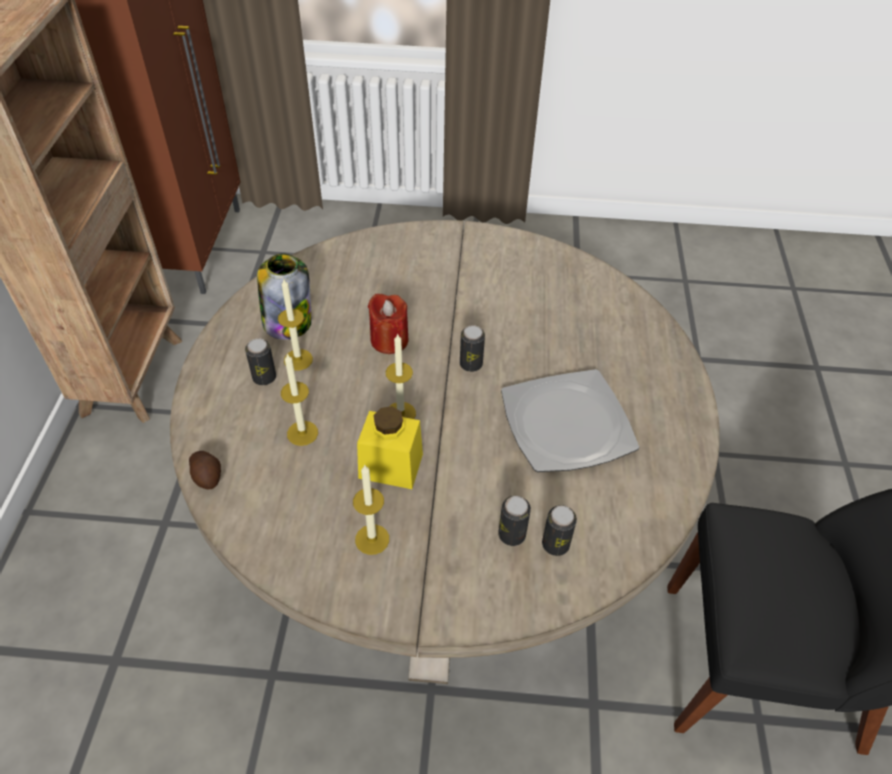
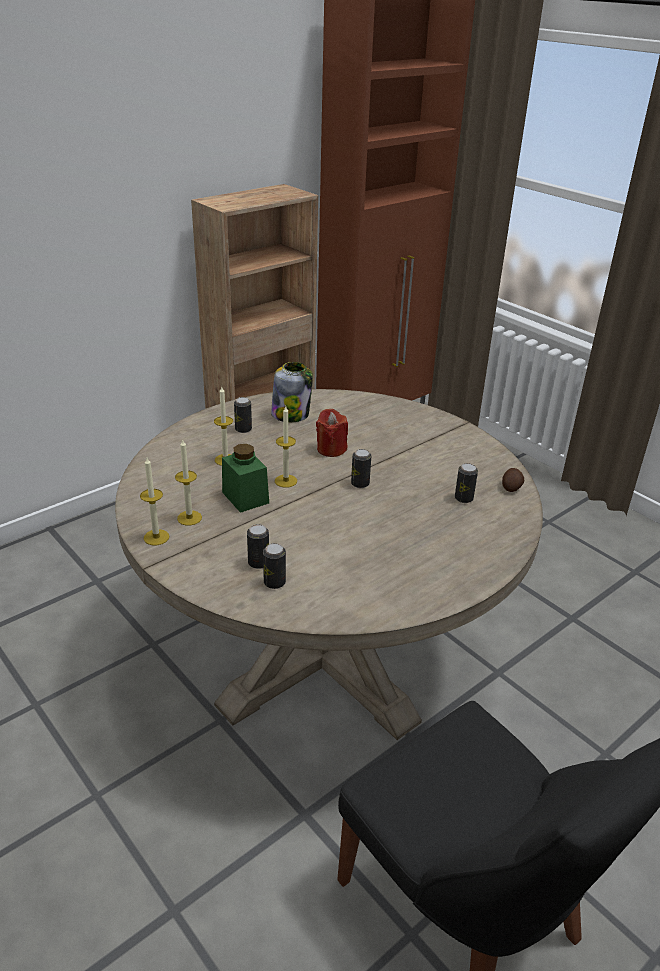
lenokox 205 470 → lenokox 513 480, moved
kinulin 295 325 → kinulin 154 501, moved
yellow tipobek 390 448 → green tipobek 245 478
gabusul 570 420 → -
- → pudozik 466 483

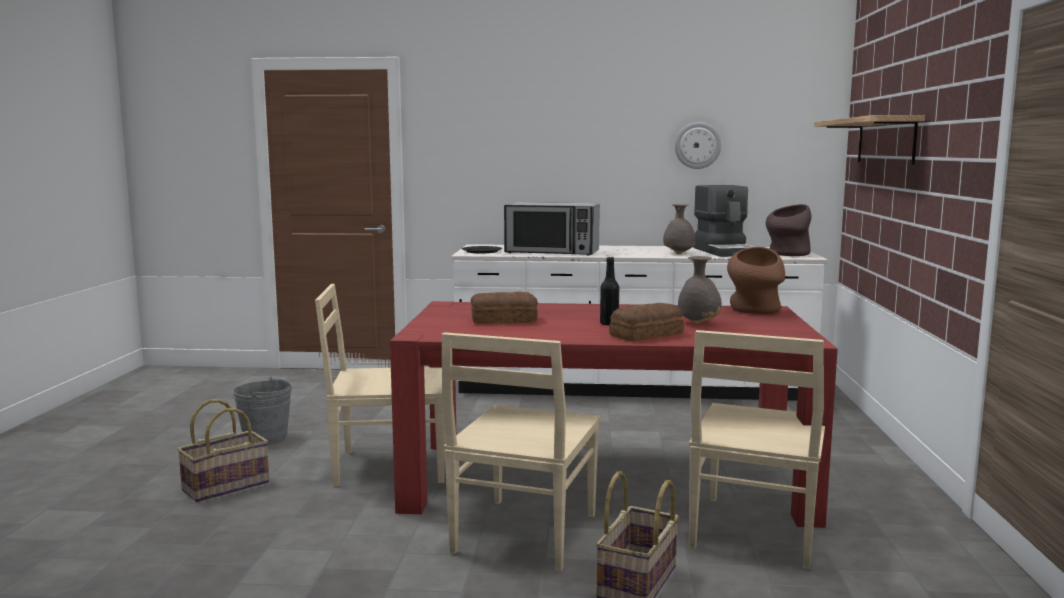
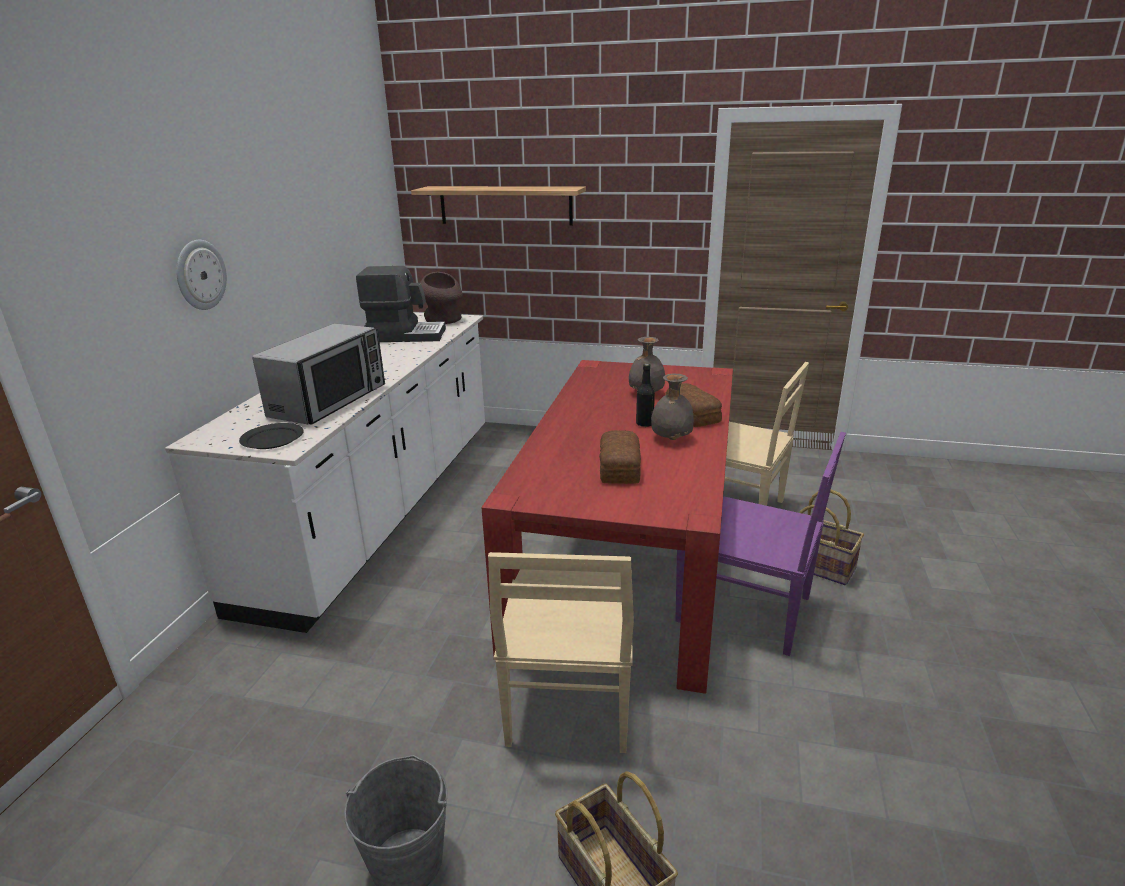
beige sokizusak 520 451 → purple sokizusak 760 544
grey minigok 679 229 → grey minigok 672 407, moved
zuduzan 698 145 → zuduzan 201 275, moved
brown minigok 756 280 → -

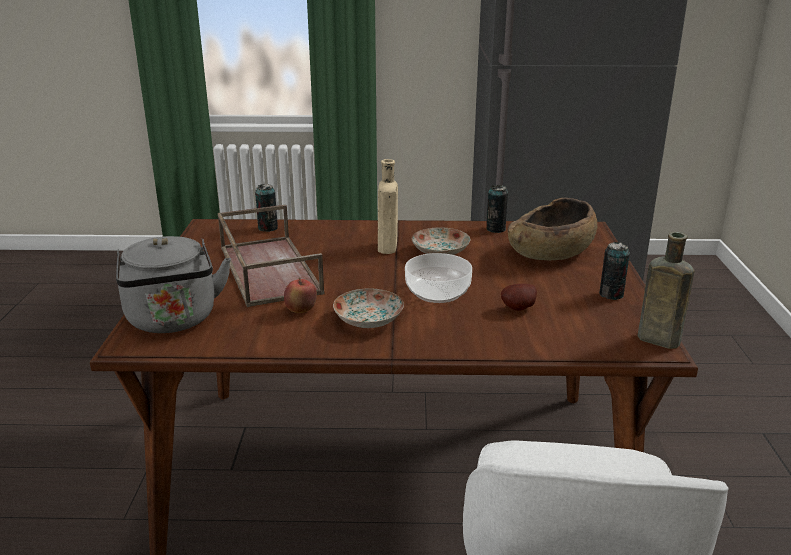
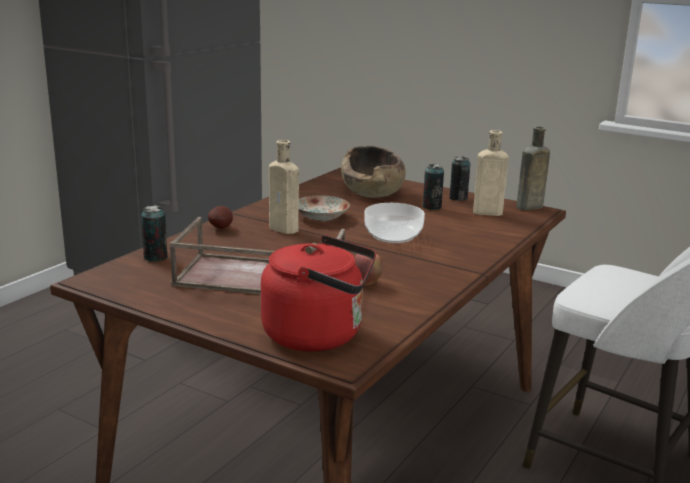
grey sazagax 173 284 → red sazagax 318 293
gabusul 368 308 → -
pudozik 497 209 → pudozik 433 187, moved
lenokox 519 297 → lenokox 220 217, moved
- → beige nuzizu 491 173

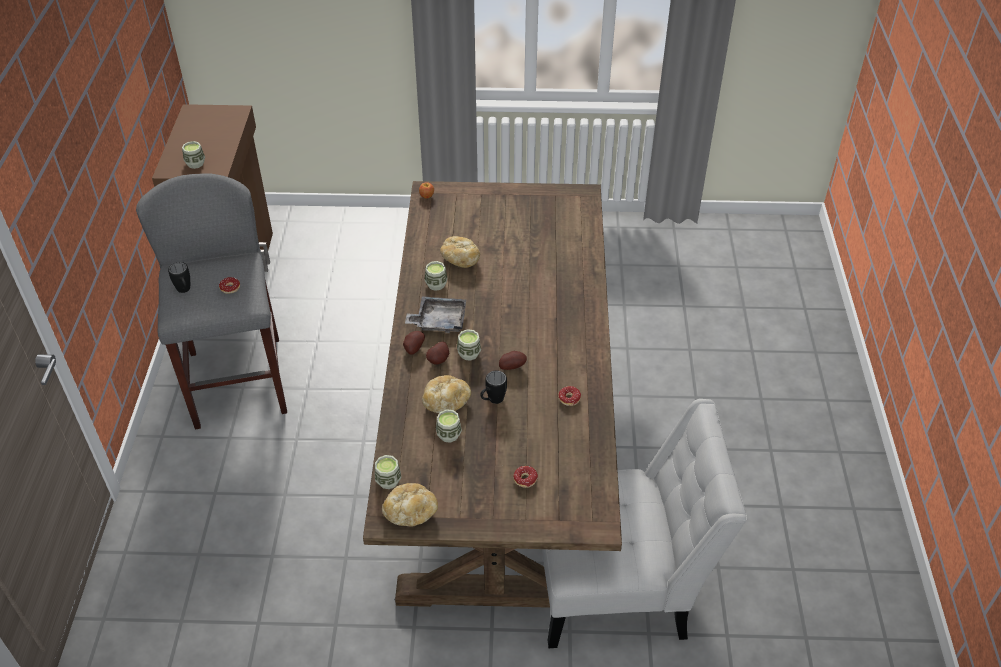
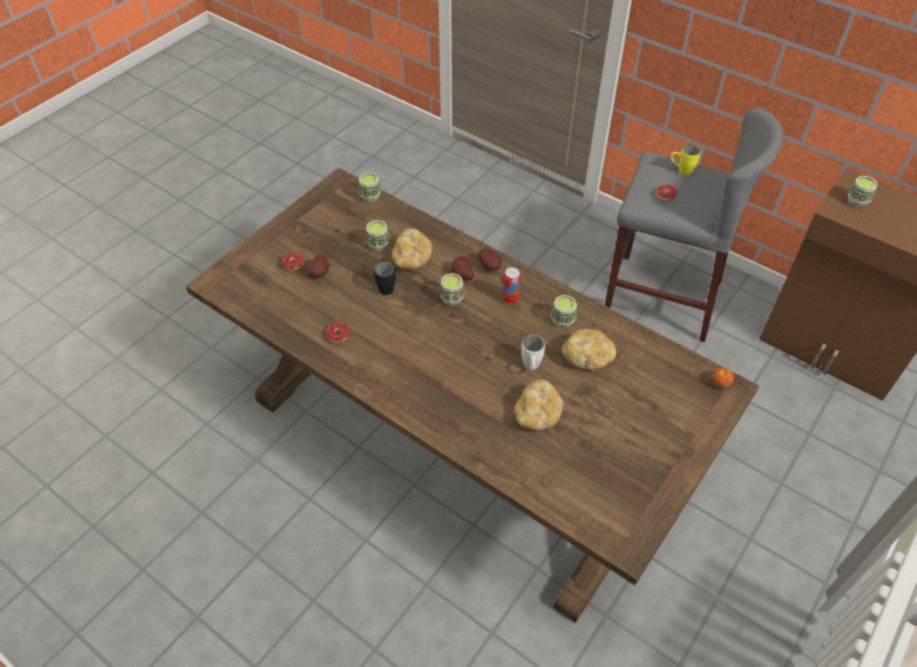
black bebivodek 179 277 → yellow bebivodek 686 160
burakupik 410 505 → burakupik 539 404, moved
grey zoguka 435 314 → pudozik 511 285
lenokox 513 360 → lenokox 317 266, moved
white sokizusak 644 523 → -
- → white bebivodek 533 353

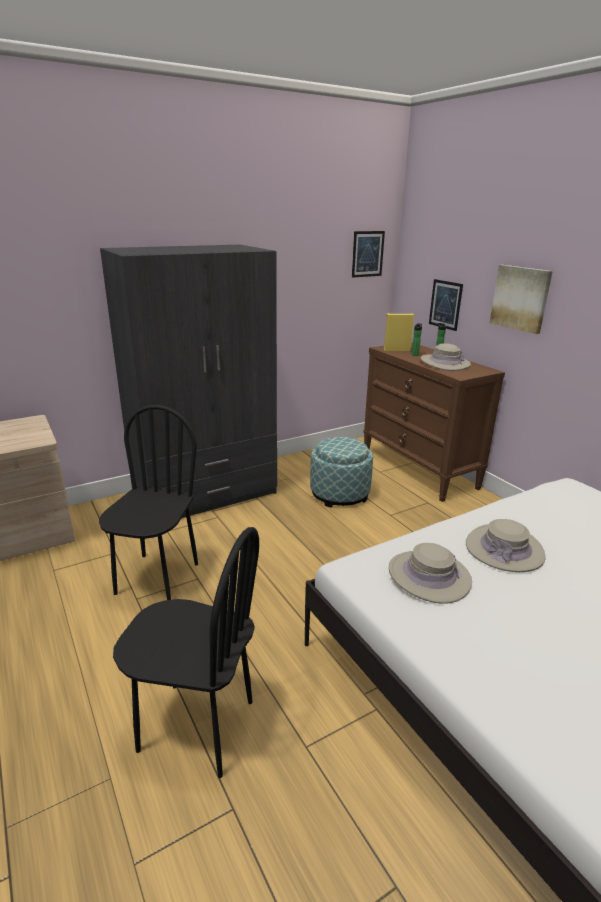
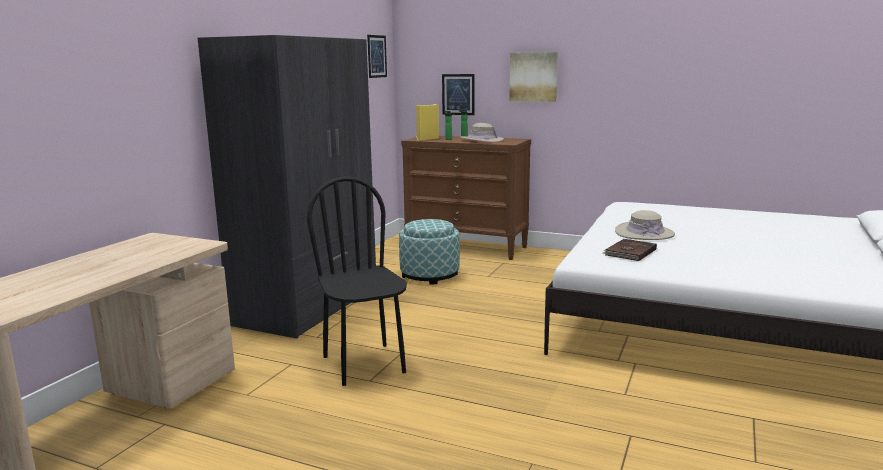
black sokizusak 186 652 → -
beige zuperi 430 573 → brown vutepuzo 630 250

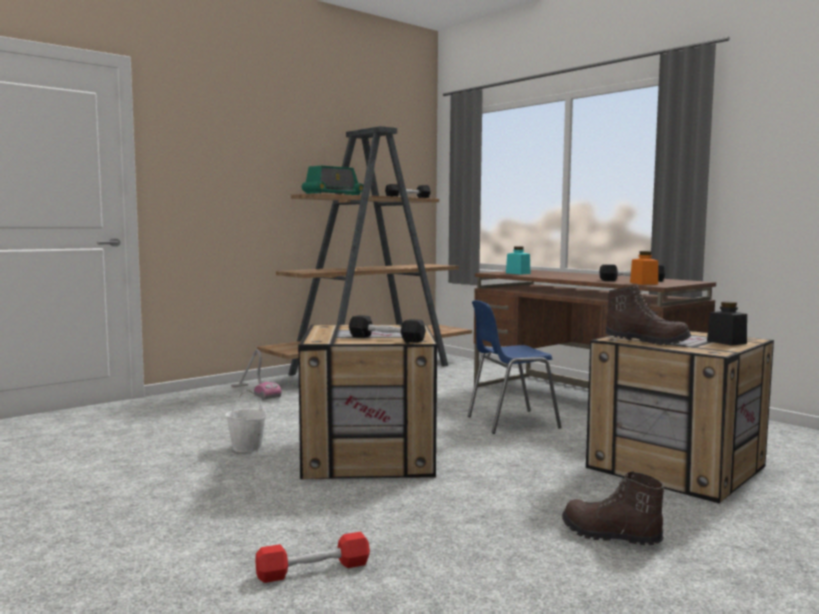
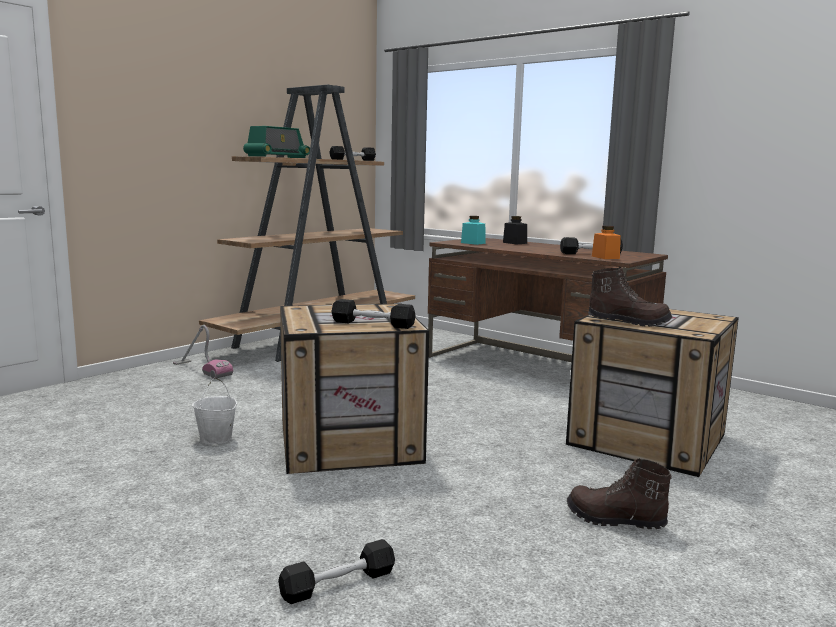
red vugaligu 312 557 → black vugaligu 336 571
blue sokizusak 514 367 → -
black tipobek 727 324 → black tipobek 515 230, moved

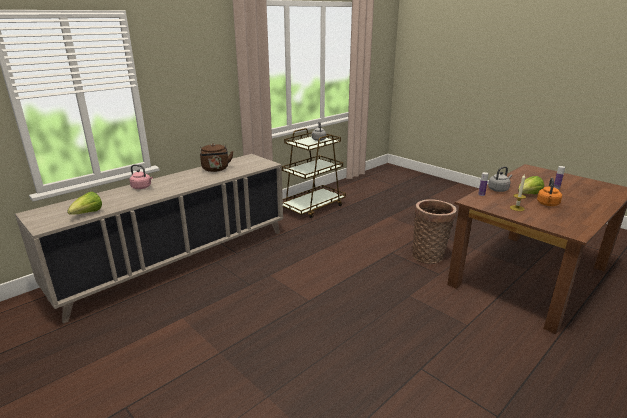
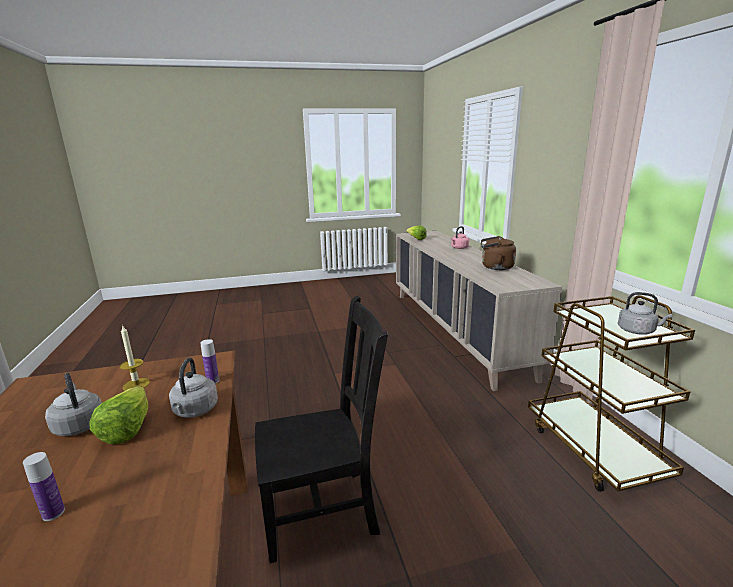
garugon 434 231 → black sokizusak 321 429
orange sazagax 549 192 → grey sazagax 73 404

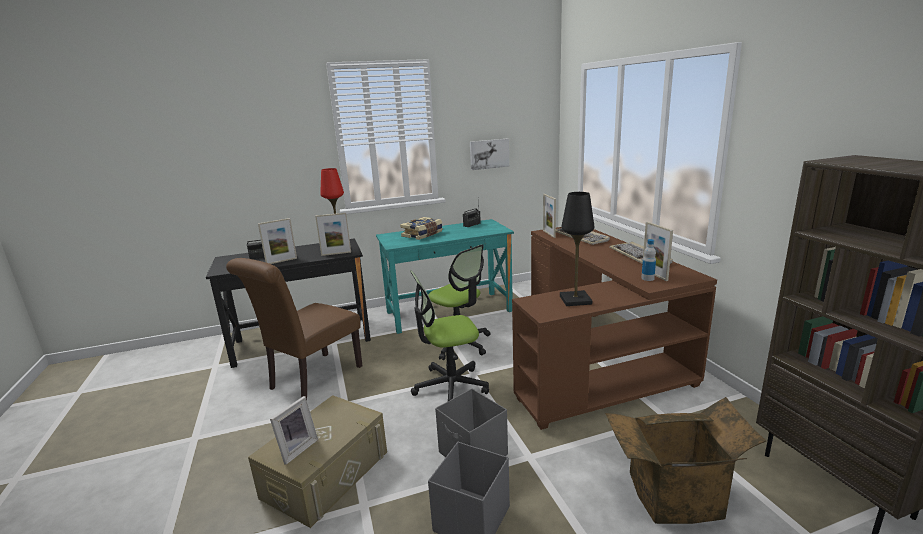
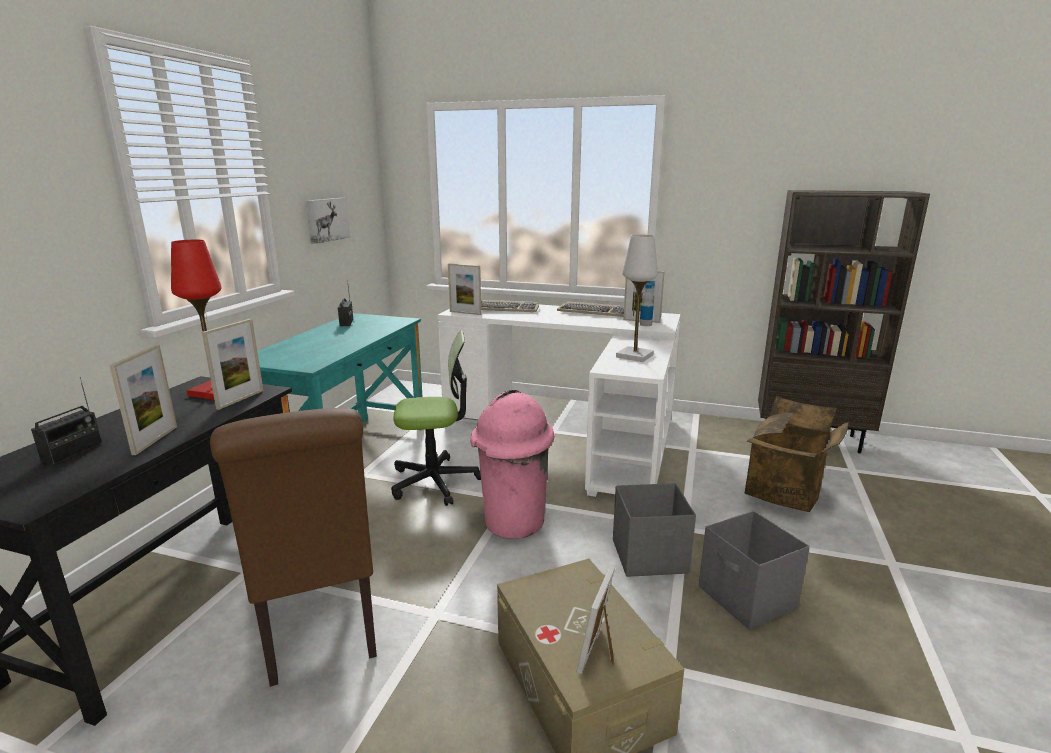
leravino 294 430 → leravino 595 620, 135 degrees counterclockwise
vutepuzo 421 228 → -
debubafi 449 335 → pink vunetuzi 512 464
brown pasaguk 614 328 → white pasaguk 559 400
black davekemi 577 249 → white davekemi 637 298

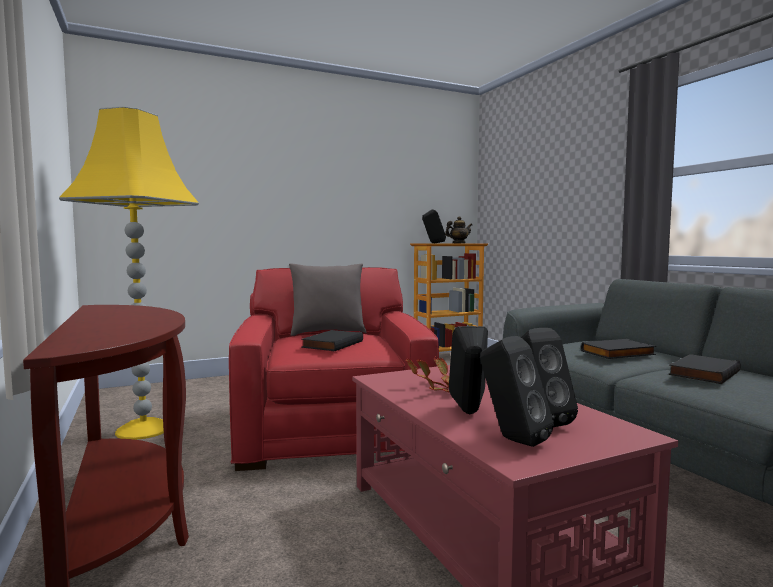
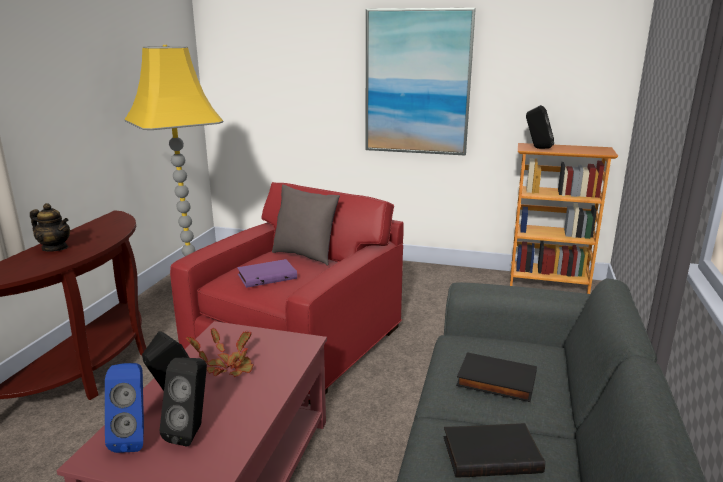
black vutepuzo 332 340 → purple vutepuzo 267 273
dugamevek 458 229 → dugamevek 50 227, moved
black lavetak 517 391 → blue lavetak 124 408
- → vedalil 420 82

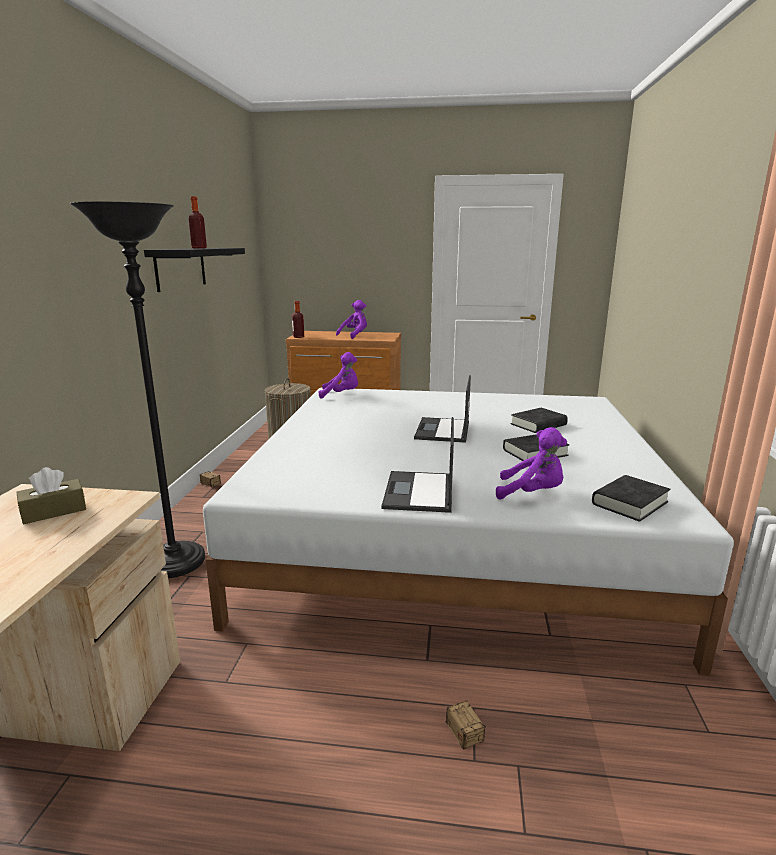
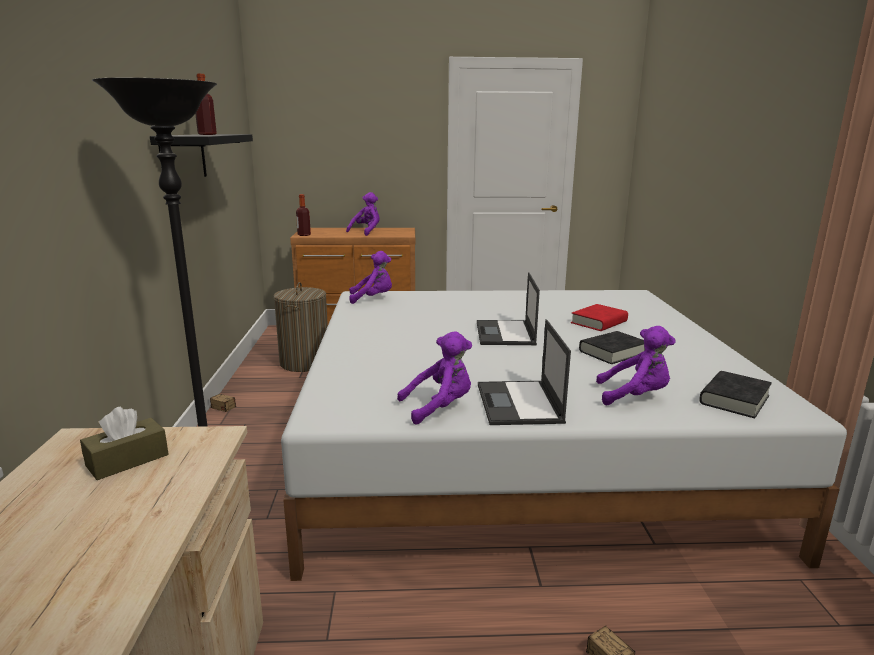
black vutepuzo 539 420 → red vutepuzo 599 317
- → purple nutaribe 434 377

